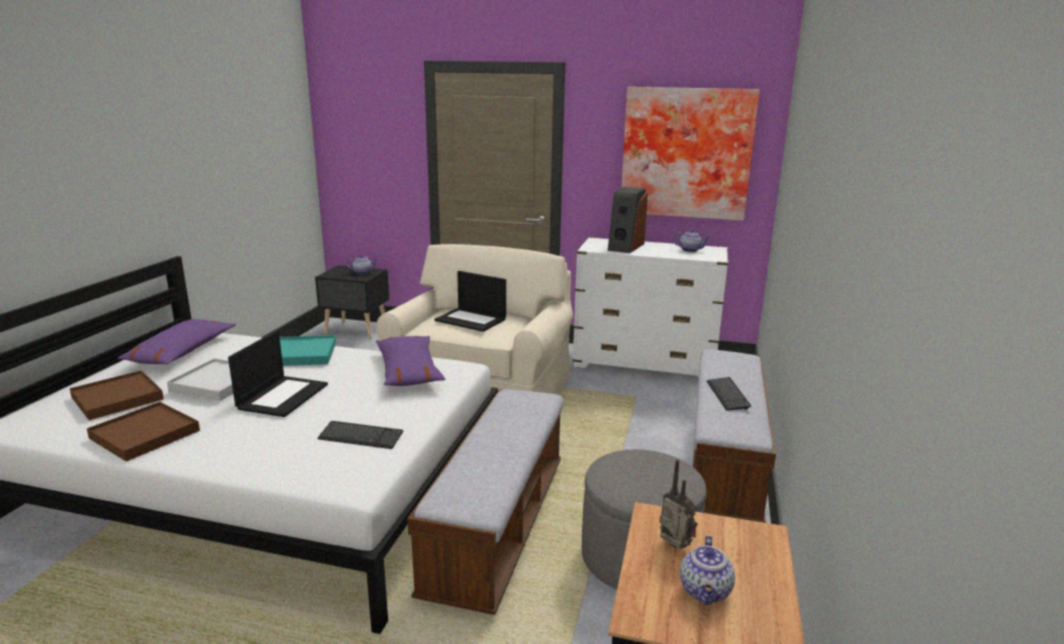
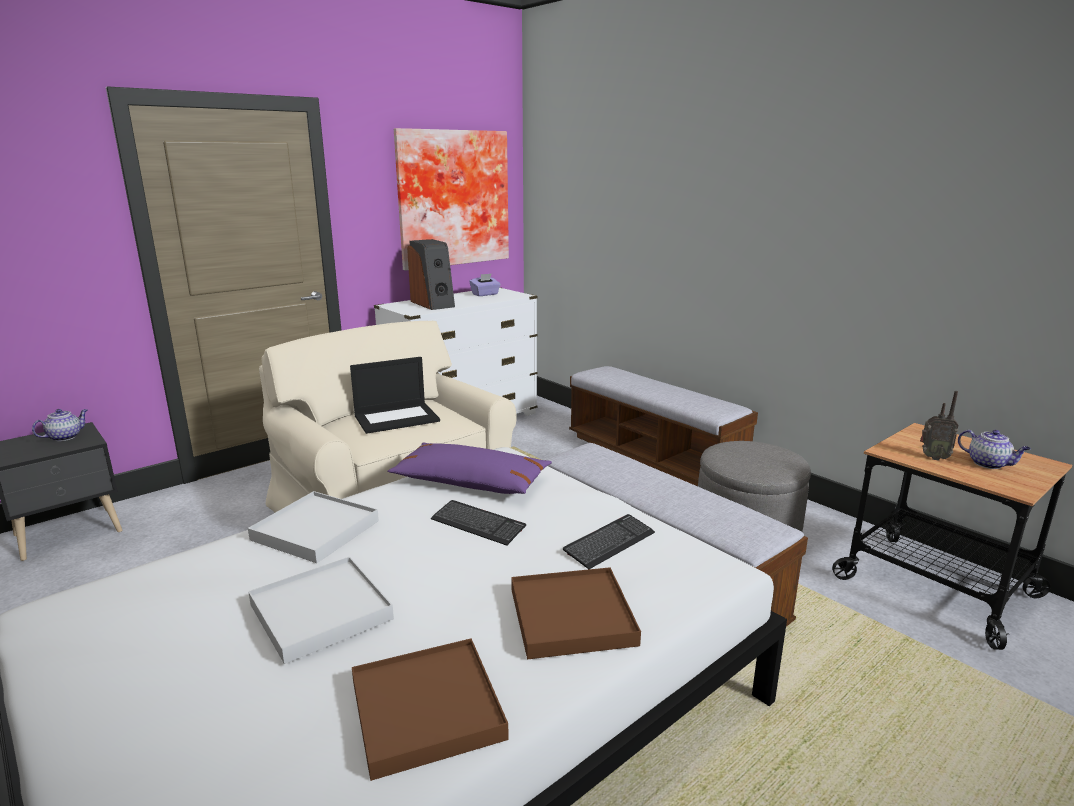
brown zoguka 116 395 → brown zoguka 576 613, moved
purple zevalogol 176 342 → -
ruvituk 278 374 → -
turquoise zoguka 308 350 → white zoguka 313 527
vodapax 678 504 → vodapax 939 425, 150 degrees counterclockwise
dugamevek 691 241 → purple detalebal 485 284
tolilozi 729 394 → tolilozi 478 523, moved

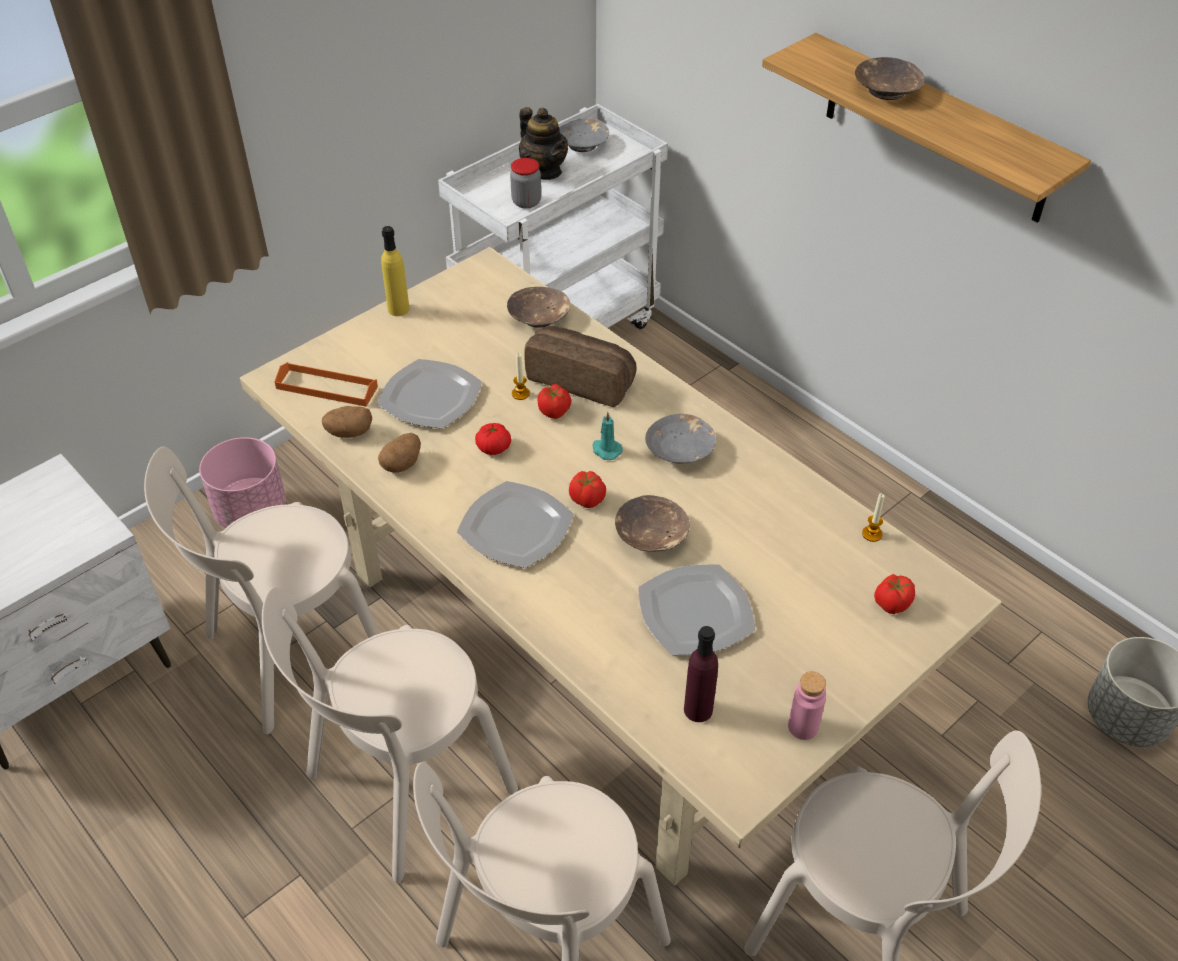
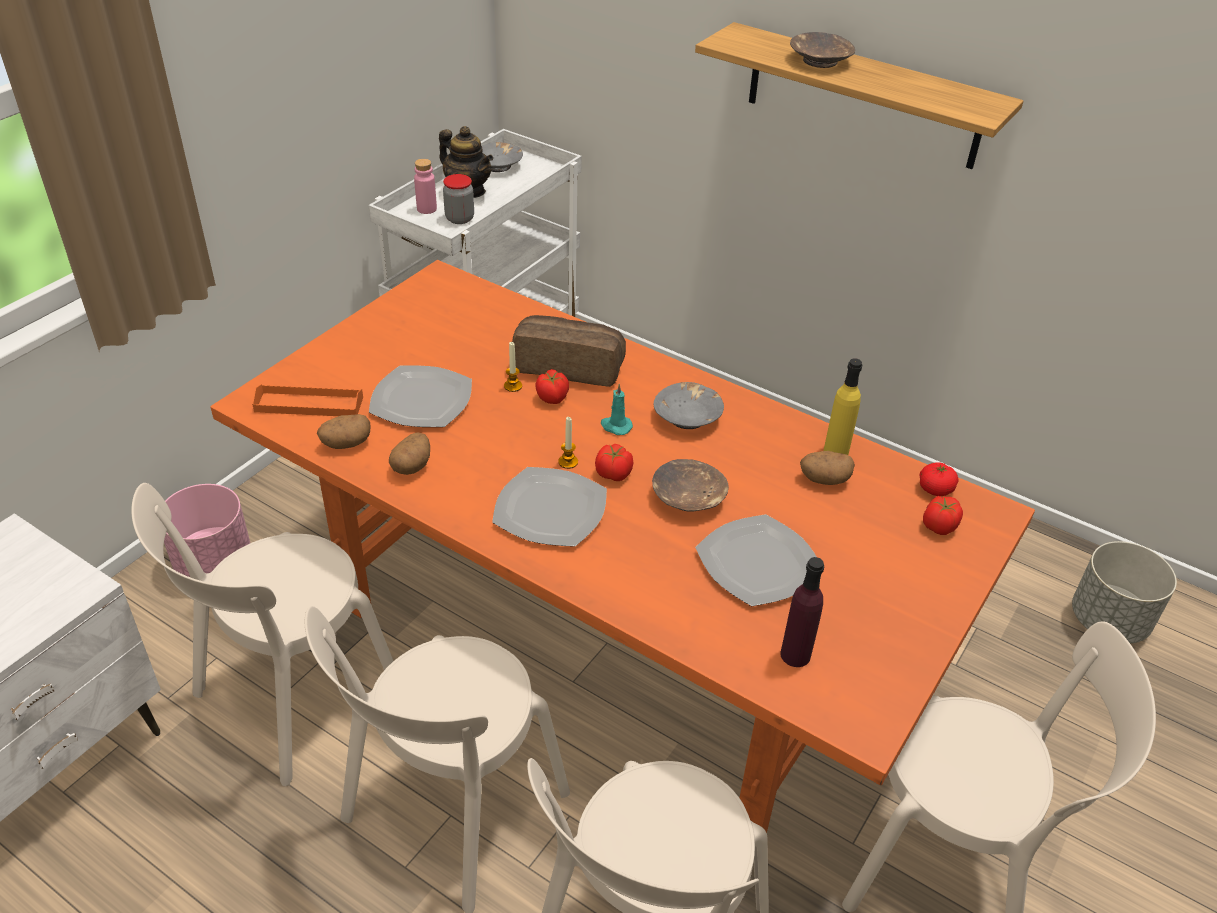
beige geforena 621 566 → orange geforena 622 546
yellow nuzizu 395 271 → yellow nuzizu 843 406, moved
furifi 493 439 → furifi 938 479, moved
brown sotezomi 538 307 → -
pink nuzizu 807 705 → pink nuzizu 425 186, moved
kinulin 873 517 → kinulin 568 443, moved
- → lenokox 827 468

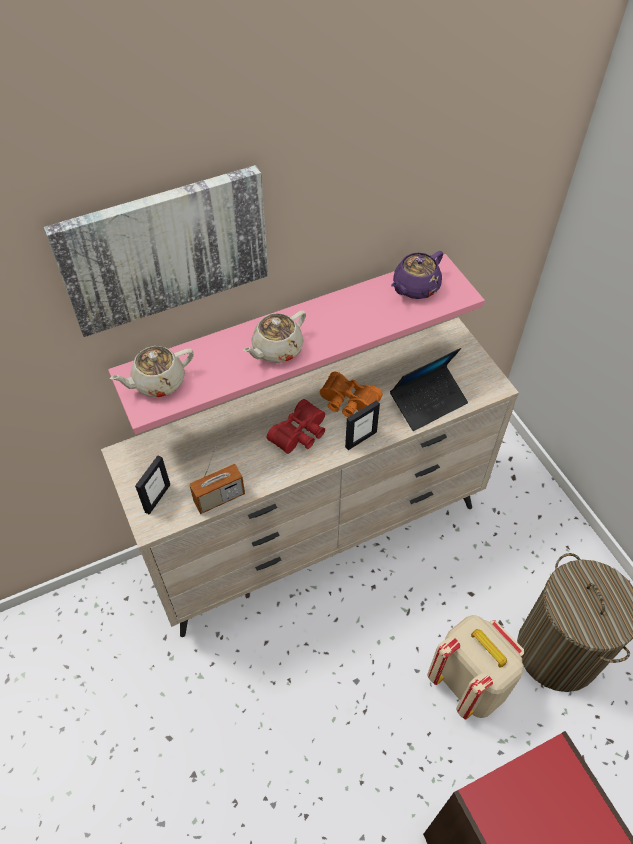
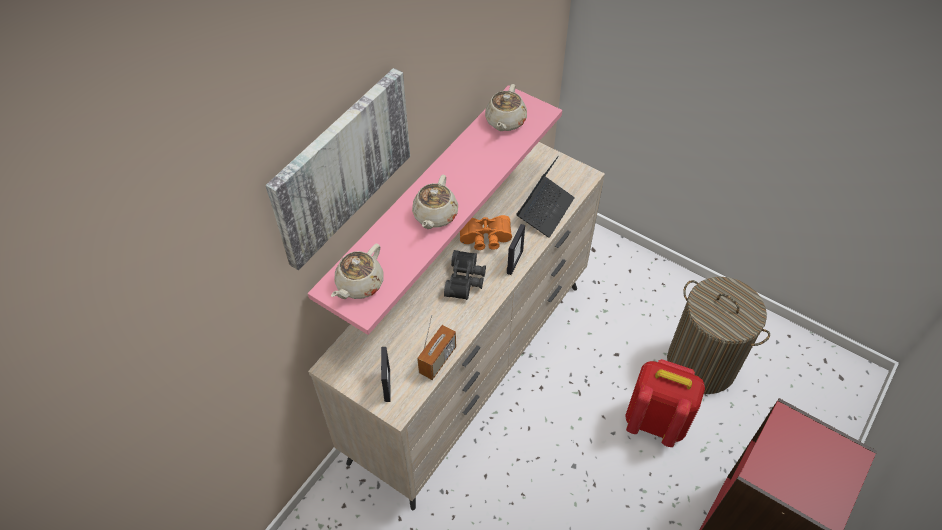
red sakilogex 296 426 → black sakilogex 465 275
purple dugamevek 417 275 → beige dugamevek 506 107
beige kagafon 475 667 → red kagafon 665 403

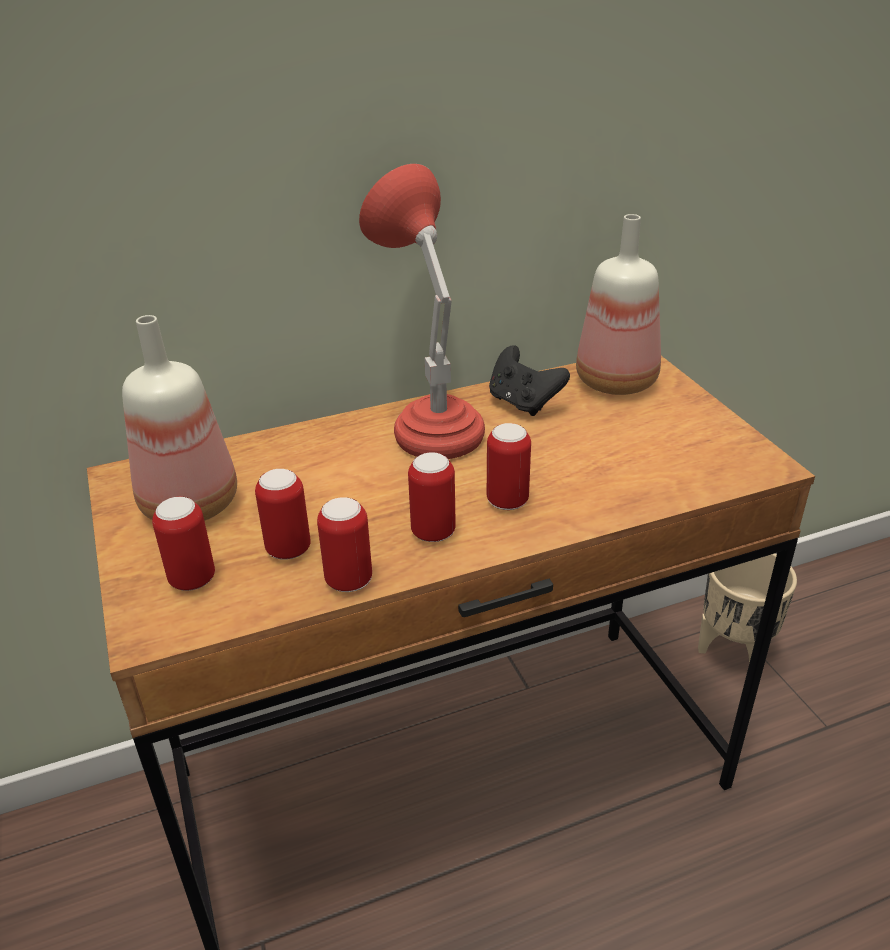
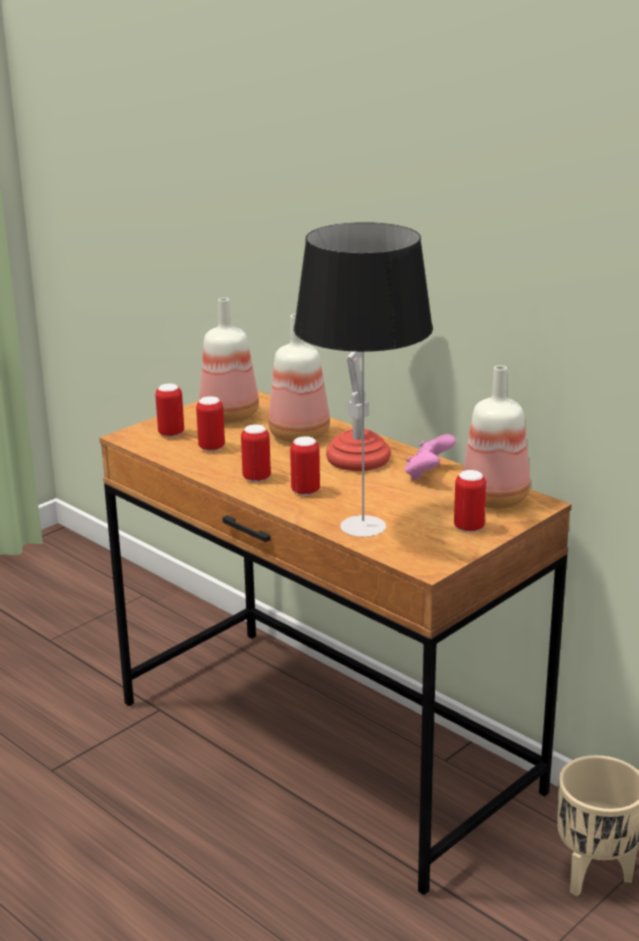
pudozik 344 544 → pudozik 470 501, moved
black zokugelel 529 380 → pink zokugelel 430 457
- → nuzizu 299 378
- → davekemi 363 379

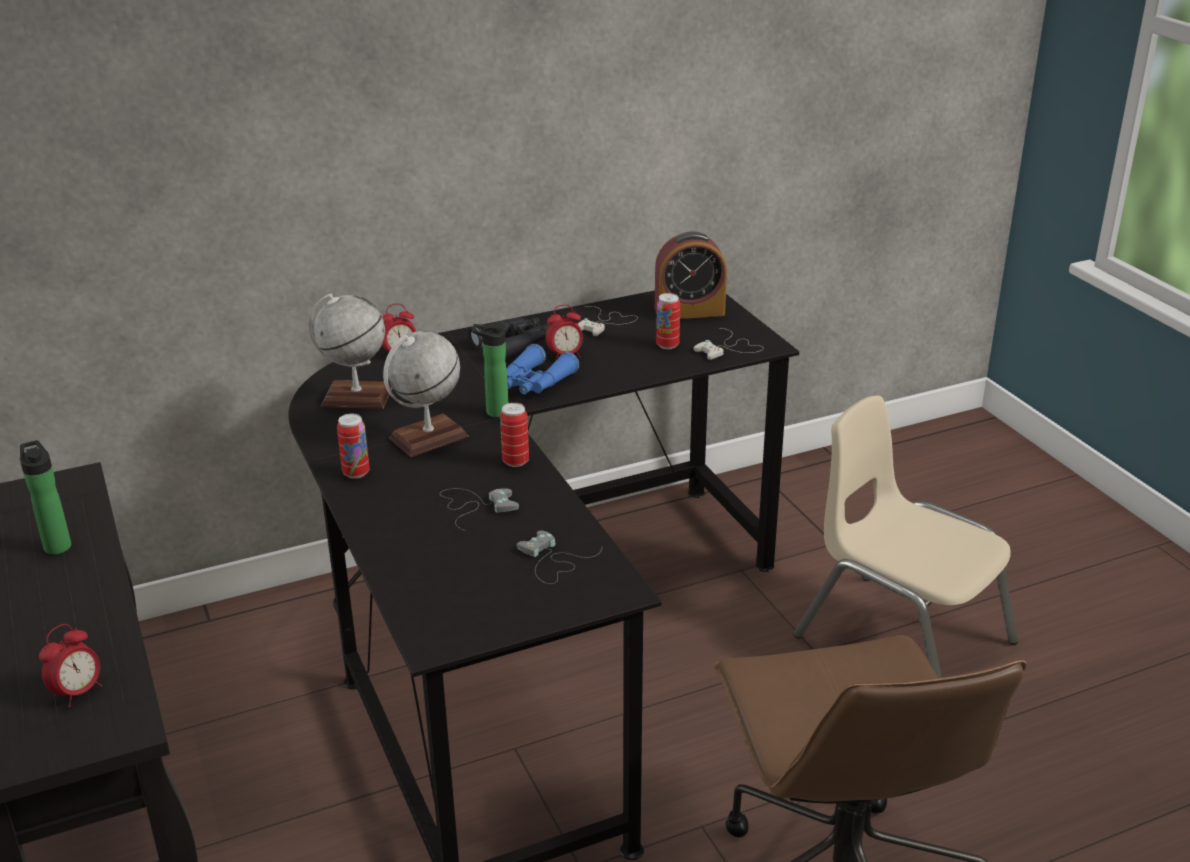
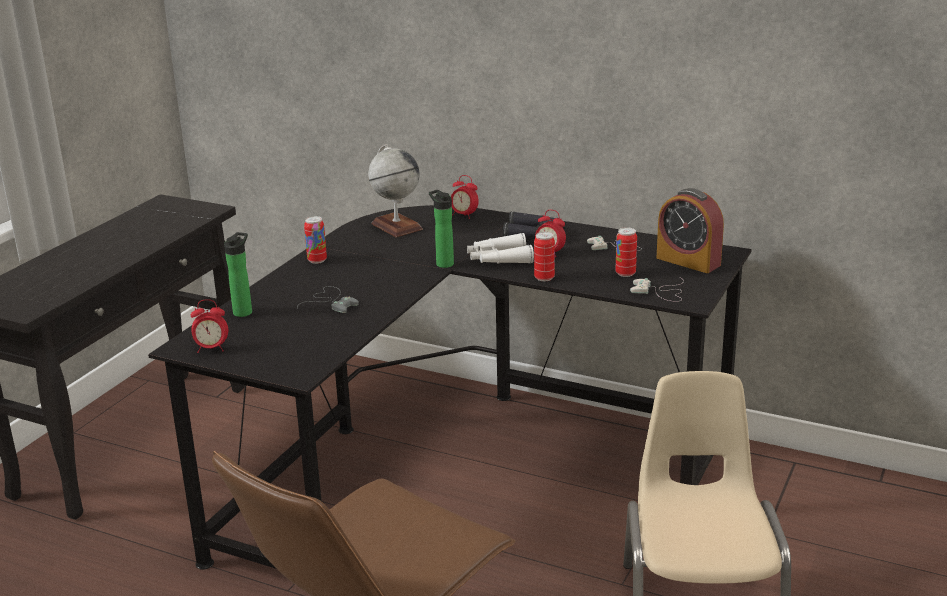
nuzizu 45 497 → nuzizu 238 274, moved
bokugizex 70 665 → bokugizex 209 326, moved
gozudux 425 394 → -
pudozik 514 435 → pudozik 544 256, moved
blue sakilogex 543 369 → white sakilogex 500 248
grey zokugelel 559 557 → -

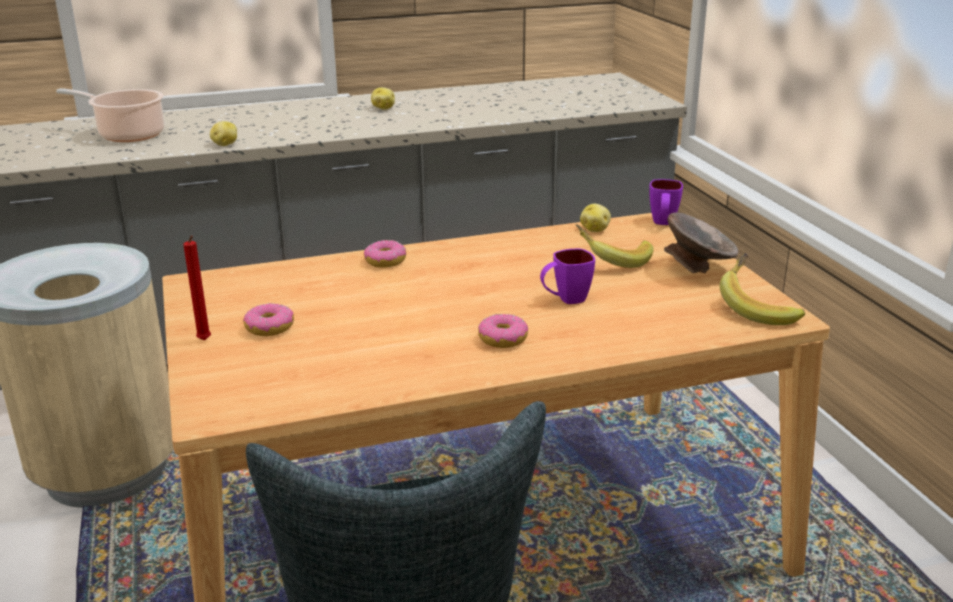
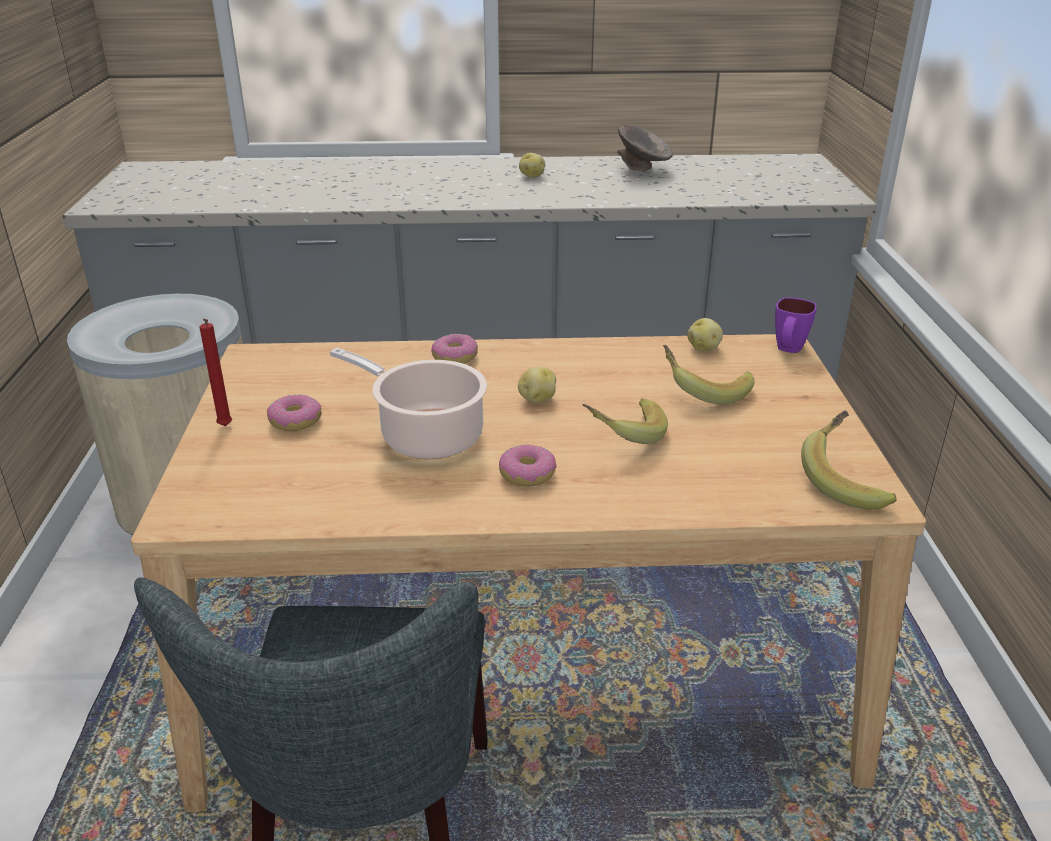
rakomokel 110 115 → rakomokel 408 403, moved
lenokox 223 133 → lenokox 537 385, moved
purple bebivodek 567 276 → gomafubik 625 421
grey sotezomi 701 242 → grey sotezomi 645 148, moved

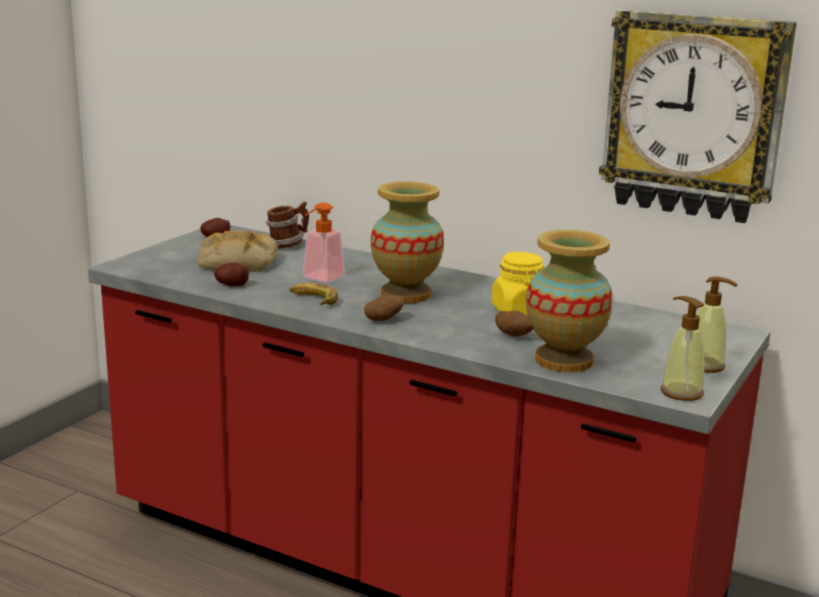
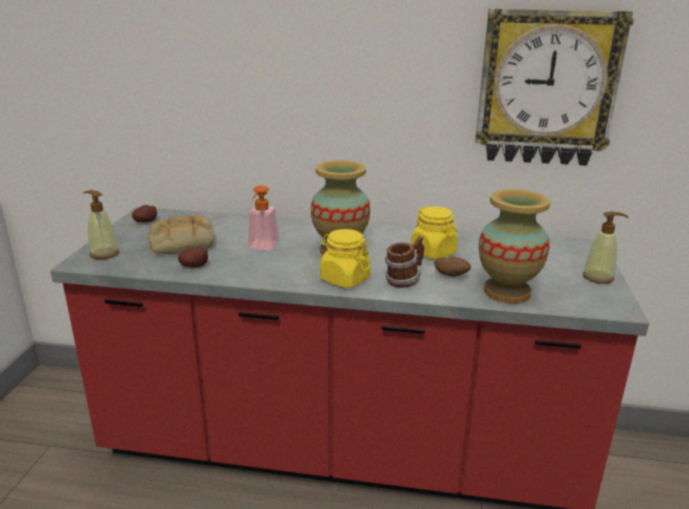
bebivodek 287 224 → bebivodek 404 262, moved
gomafubik 313 294 → -
lenokox 384 308 → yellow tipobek 345 258
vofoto 683 348 → vofoto 101 224, moved

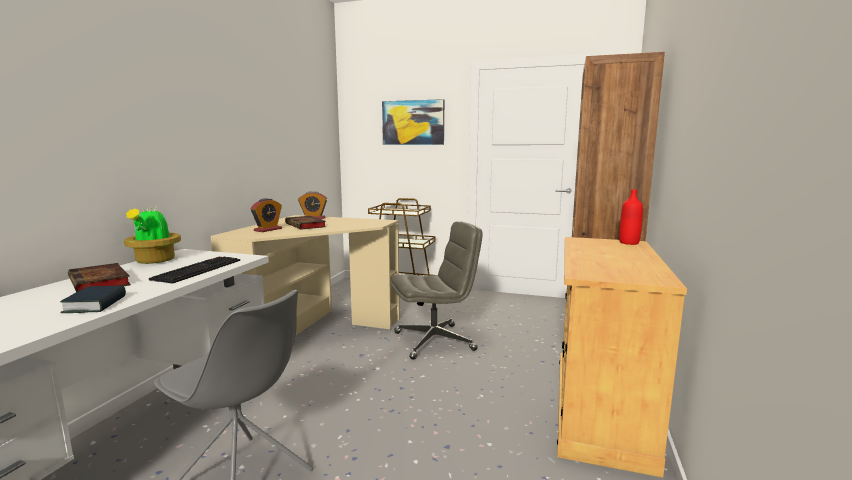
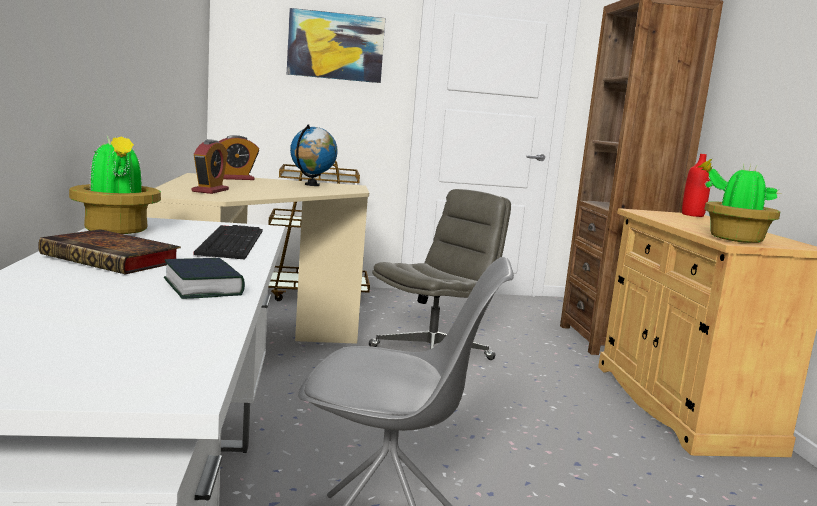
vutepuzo 305 223 → -
- → gozudux 314 155
- → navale 740 201

